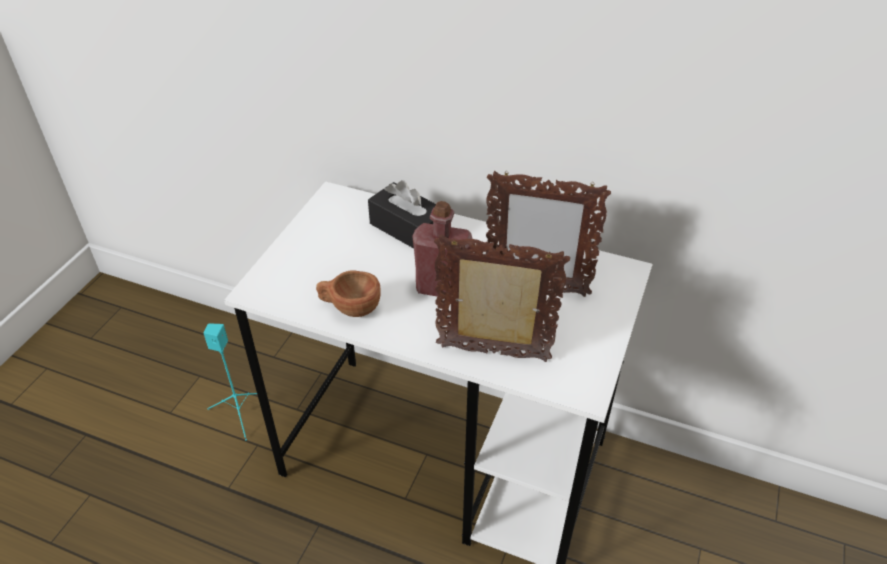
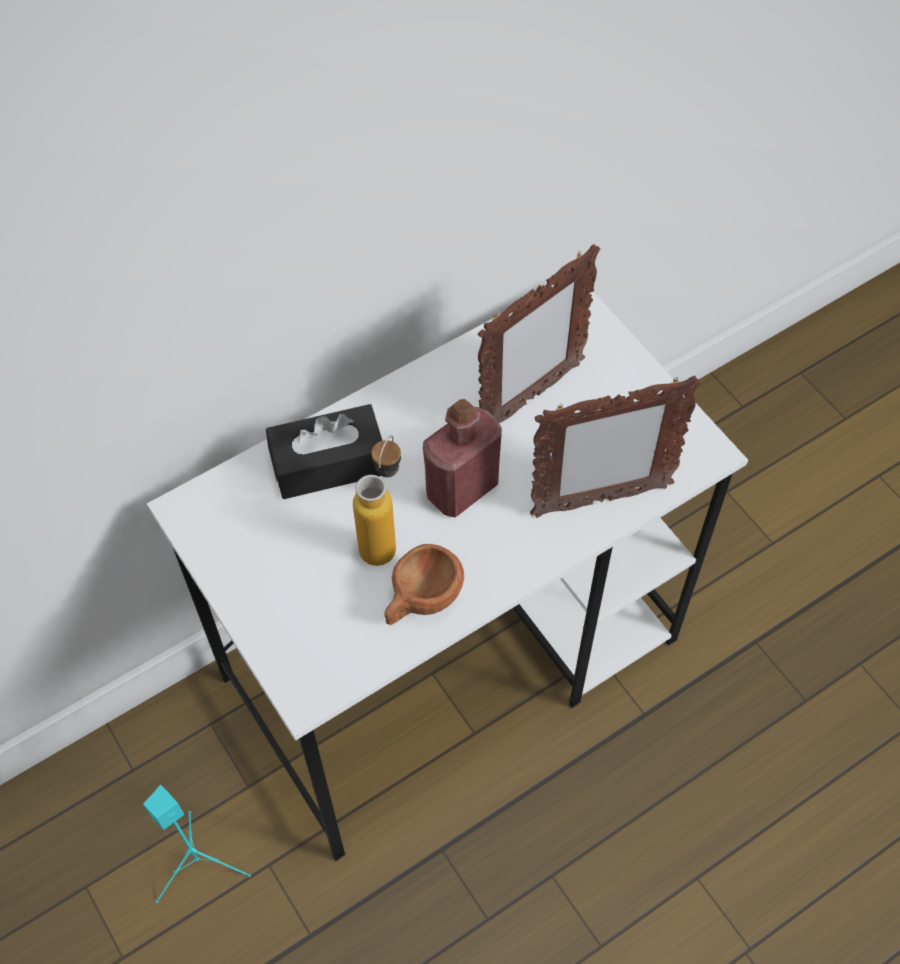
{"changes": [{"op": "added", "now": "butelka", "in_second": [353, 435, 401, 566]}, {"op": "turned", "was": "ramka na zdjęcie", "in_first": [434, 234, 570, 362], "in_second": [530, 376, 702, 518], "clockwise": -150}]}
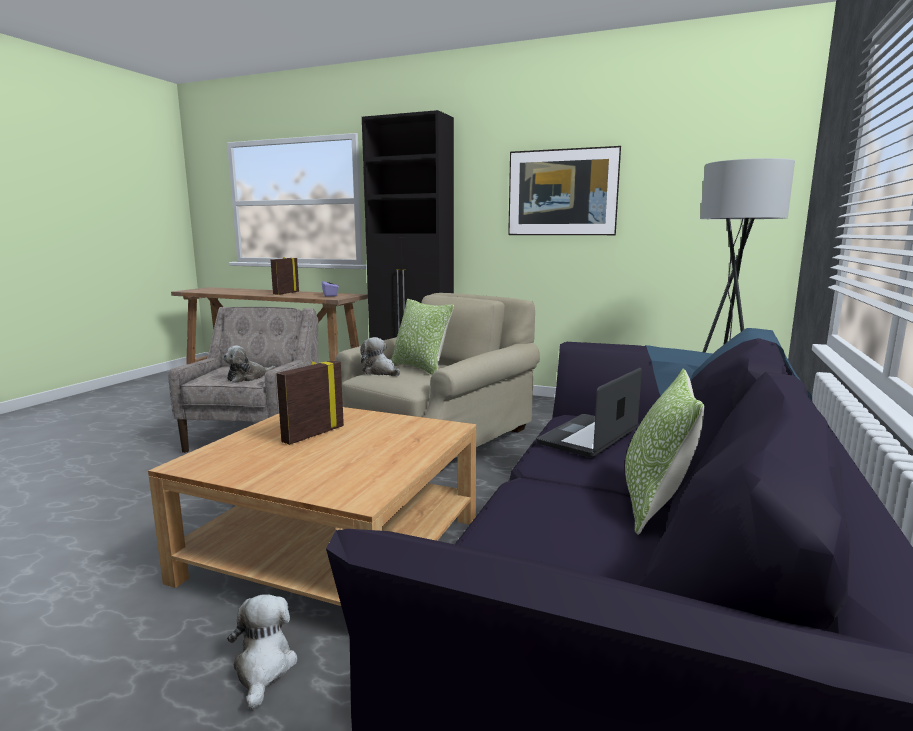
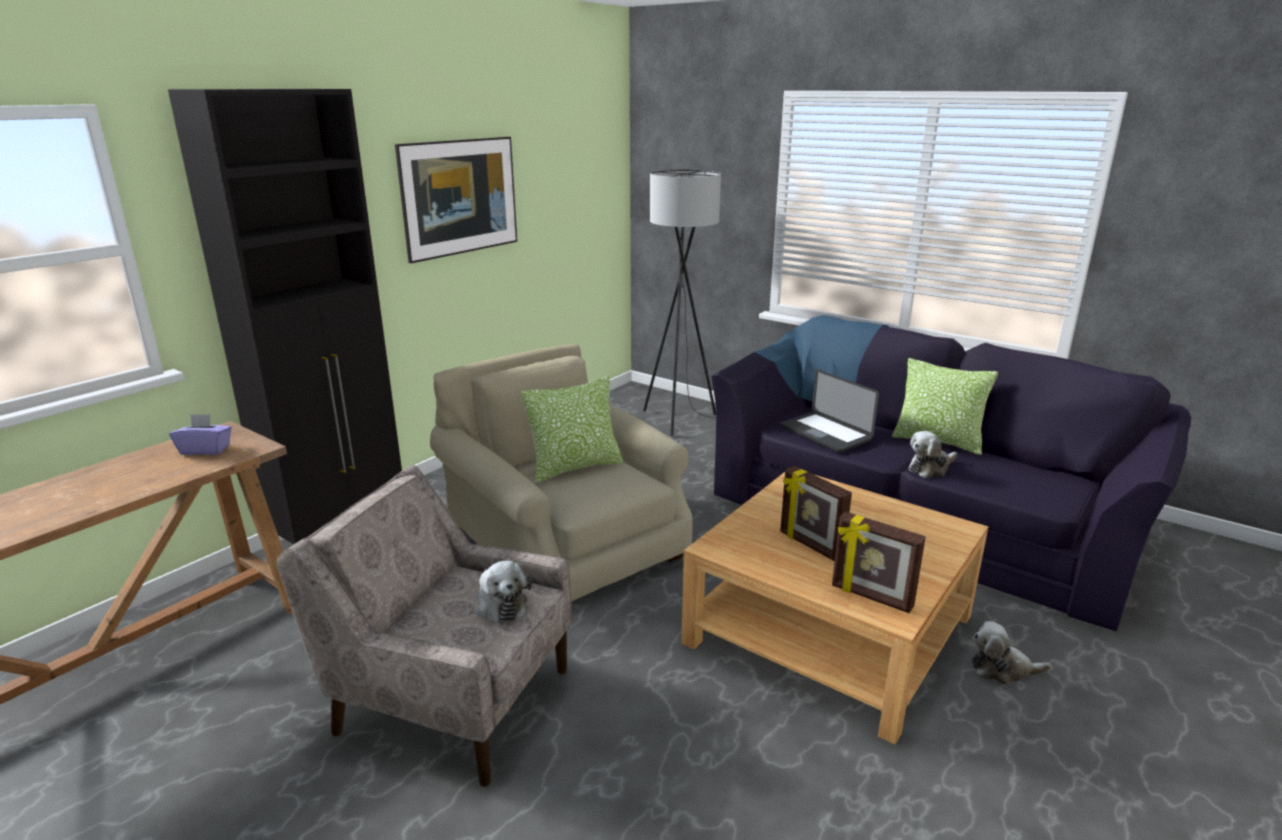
{"changes": [{"op": "moved", "was": "ramka na zdjęcie", "in_first": [271, 257, 299, 295], "in_second": [832, 512, 926, 613]}, {"op": "moved", "was": "pluszak", "in_first": [360, 337, 400, 376], "in_second": [909, 431, 957, 478]}]}
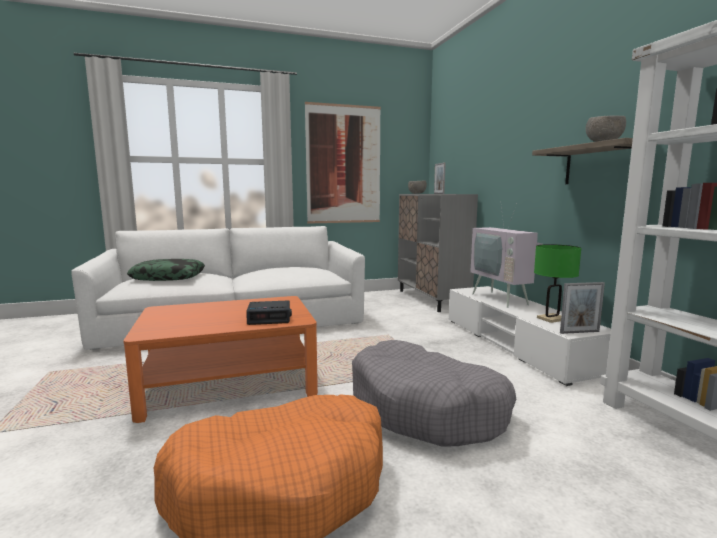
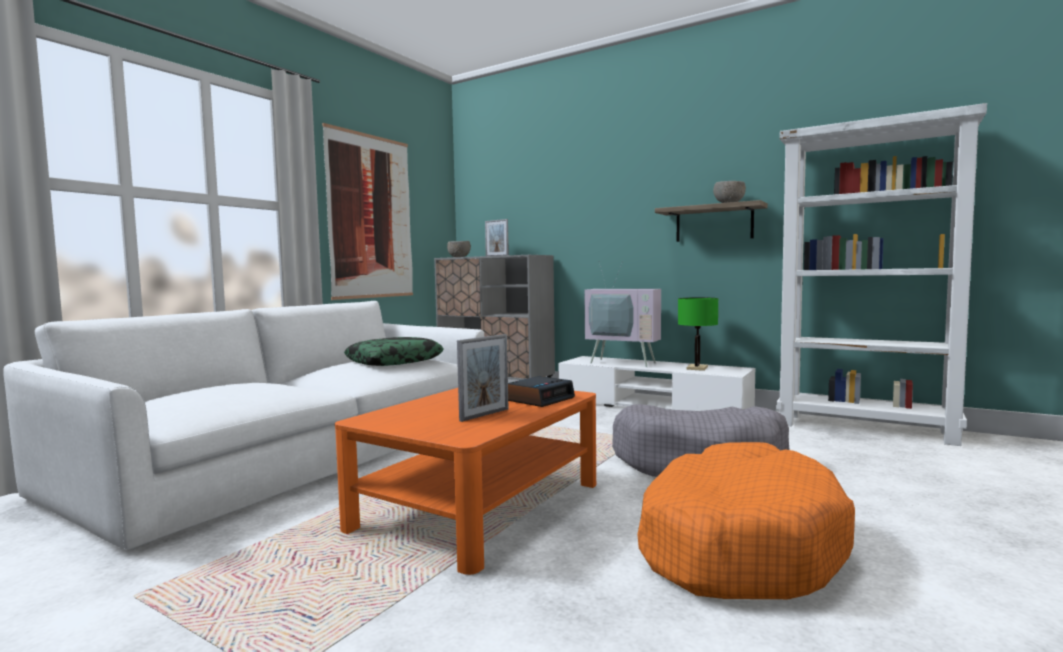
{"changes": [{"op": "moved", "was": "poduszka", "in_first": [127, 259, 205, 281], "in_second": [344, 337, 444, 366]}, {"op": "moved", "was": "ramka na zdjęcie", "in_first": [560, 282, 605, 334], "in_second": [457, 334, 508, 422]}]}
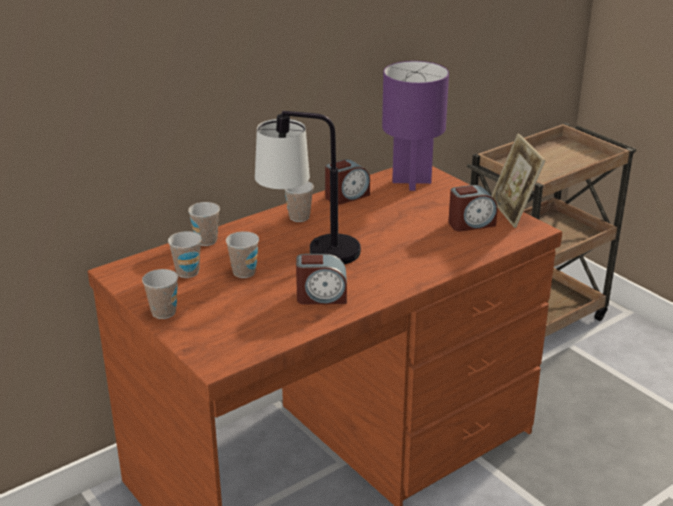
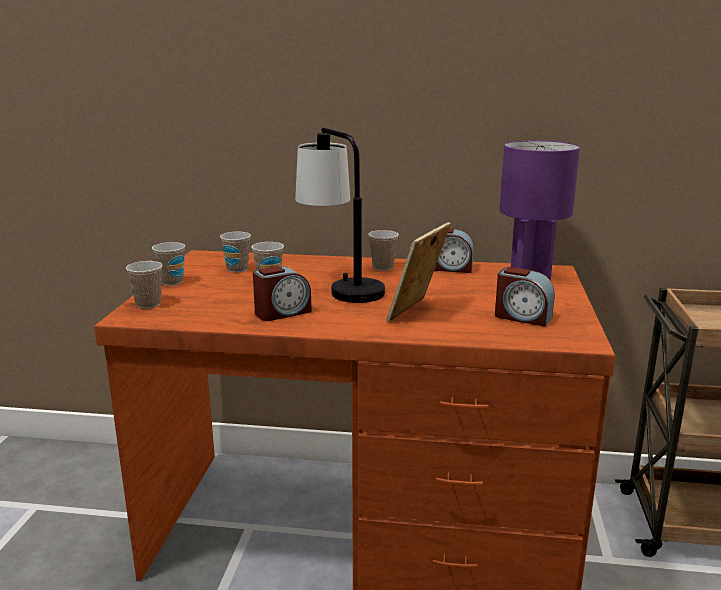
{"changes": [{"op": "moved", "was": "filiżanka", "in_first": [188, 202, 220, 246], "in_second": [126, 261, 163, 309]}, {"op": "turned", "was": "budzik", "in_first": [296, 254, 347, 304], "in_second": [253, 266, 312, 321], "clockwise": -75}, {"op": "moved", "was": "ramka na zdjęcie", "in_first": [491, 134, 546, 228], "in_second": [386, 222, 451, 322]}]}
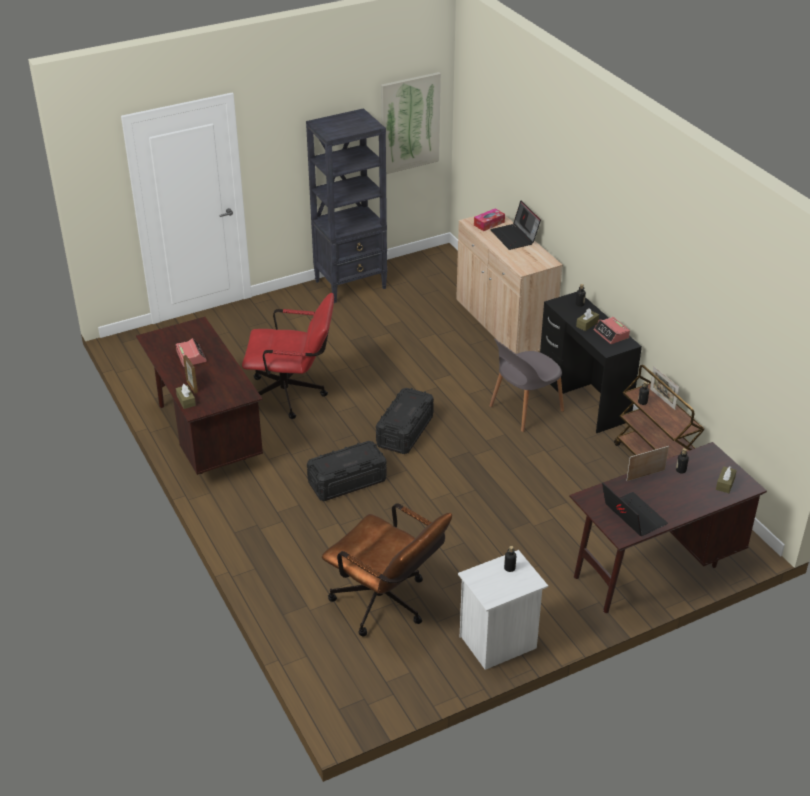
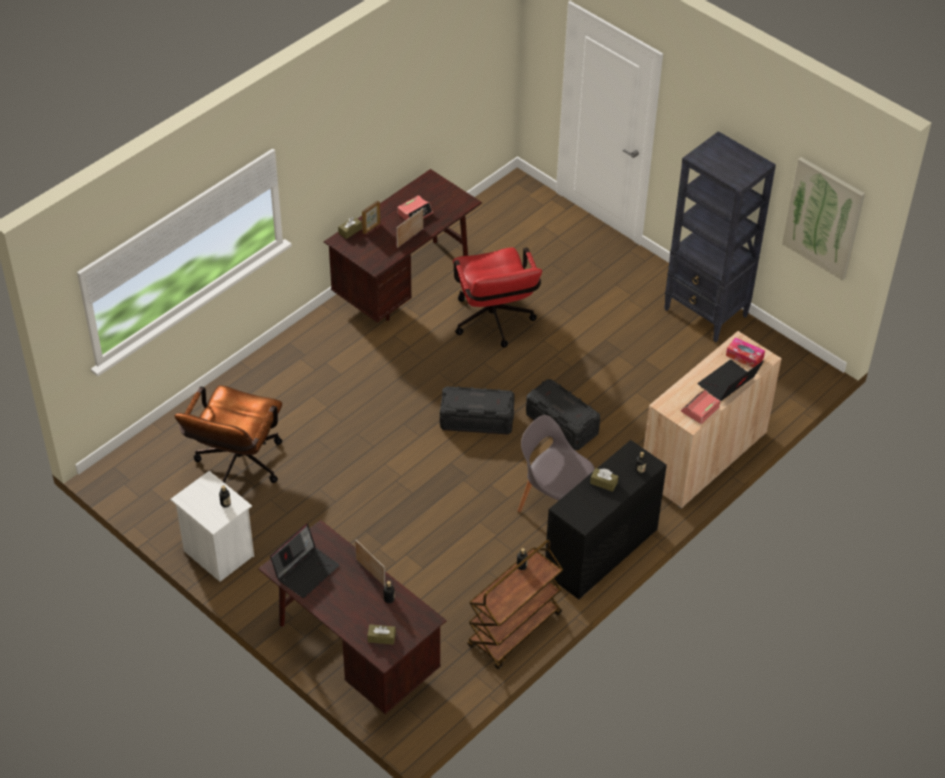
{"changes": [{"op": "moved", "was": "ramka na zdjęcie", "in_first": [650, 366, 679, 410], "in_second": [397, 208, 423, 248]}, {"op": "moved", "was": "pojemnik do przechowywania (czarny)", "in_first": [307, 441, 387, 501], "in_second": [526, 379, 600, 450]}, {"op": "moved", "was": "budzik", "in_first": [593, 317, 630, 344], "in_second": [681, 390, 720, 424]}]}
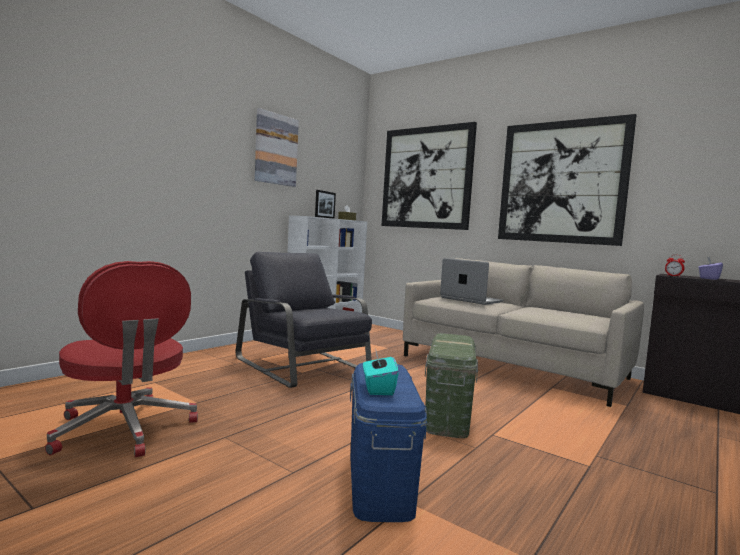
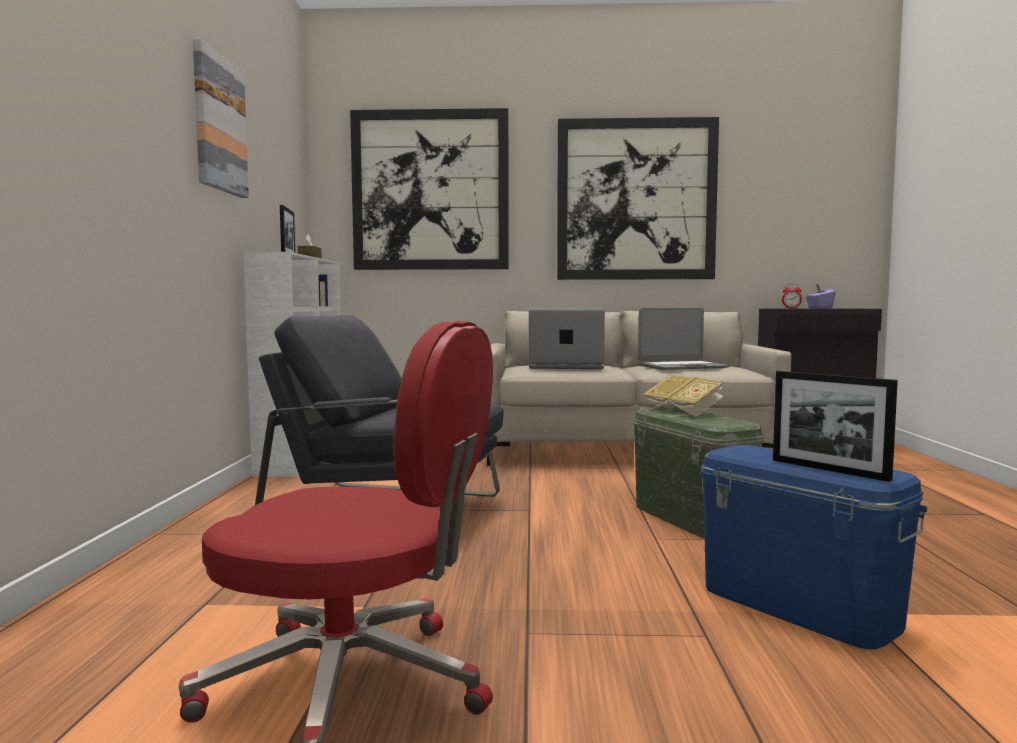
{"changes": [{"op": "added", "now": "laptop", "in_second": [638, 308, 731, 370]}, {"op": "added", "now": "książka", "in_second": [642, 375, 724, 417]}, {"op": "replaced", "was": "pudełko chusteczek (turkusowy)", "now": "ramka na zdjęcie", "in_first": [363, 348, 399, 395], "in_second": [773, 371, 898, 482]}]}
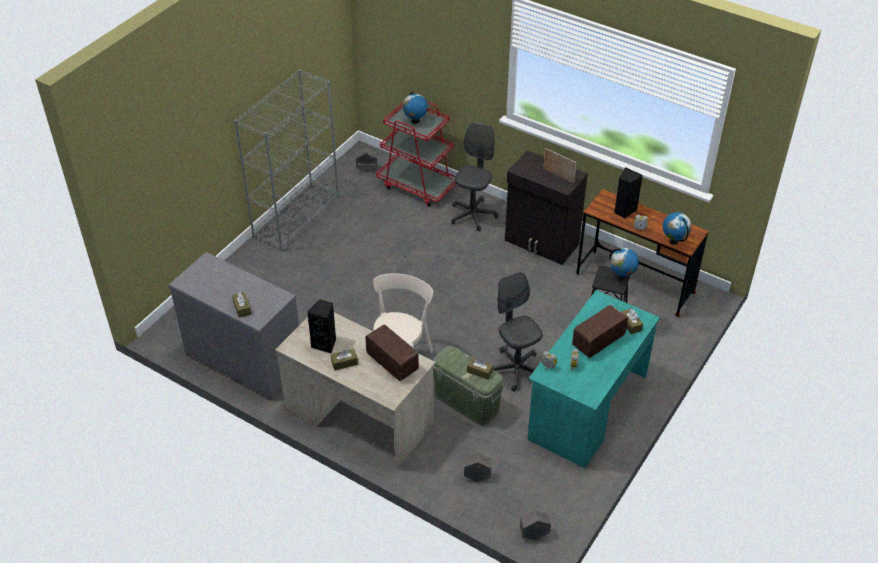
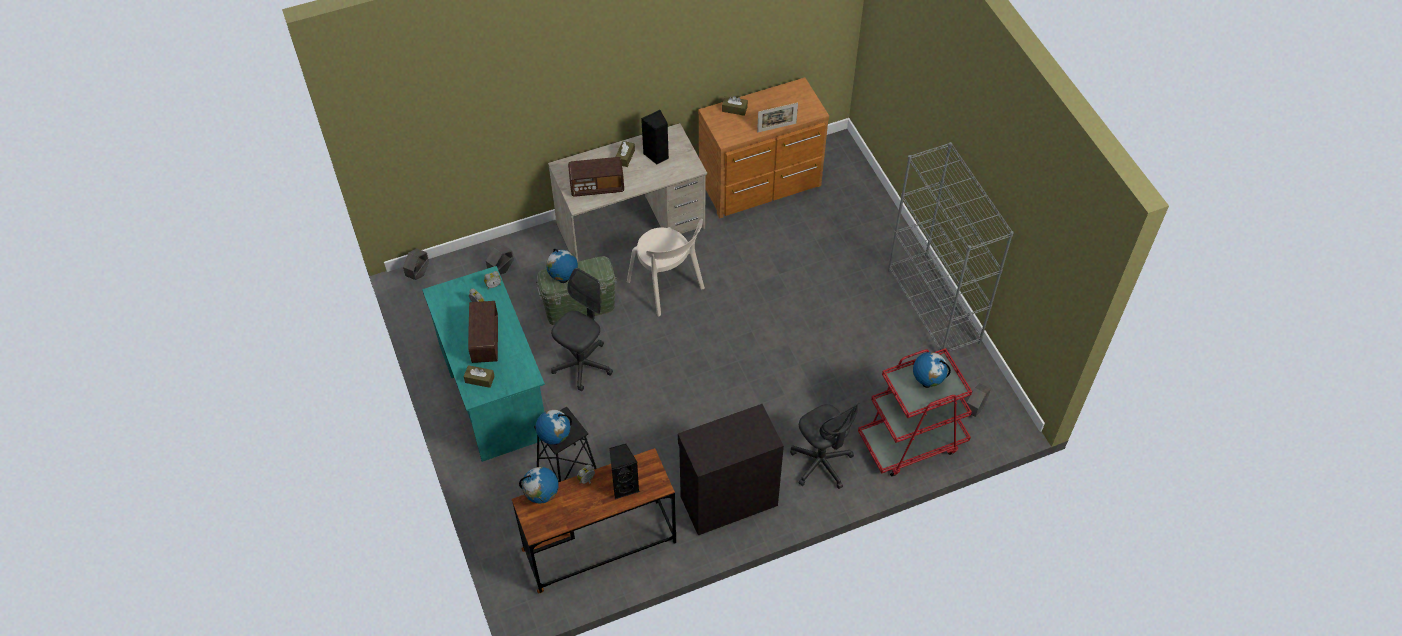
{"changes": [{"op": "replaced", "was": "pudełko chusteczek (brązowy)", "now": "globus", "in_first": [467, 358, 493, 380], "in_second": [546, 249, 578, 283]}, {"op": "turned", "was": "krzesło biurowe (szary)", "in_first": [493, 271, 543, 392], "in_second": [551, 268, 613, 391], "clockwise": -60}, {"op": "recoloured", "was": "komoda (szary)", "now": "komoda (brązowy)", "in_first": [169, 252, 299, 401], "in_second": [698, 78, 829, 218]}, {"op": "moved", "was": "ramka na zdjęcie", "in_first": [543, 148, 576, 183], "in_second": [757, 102, 798, 133]}]}
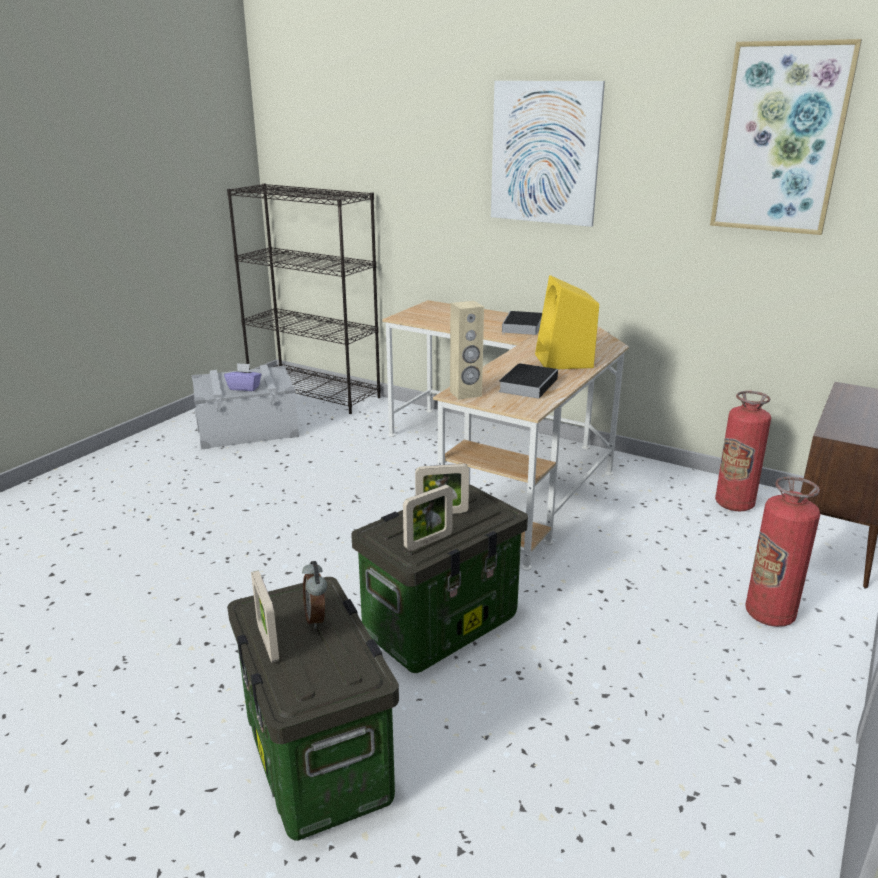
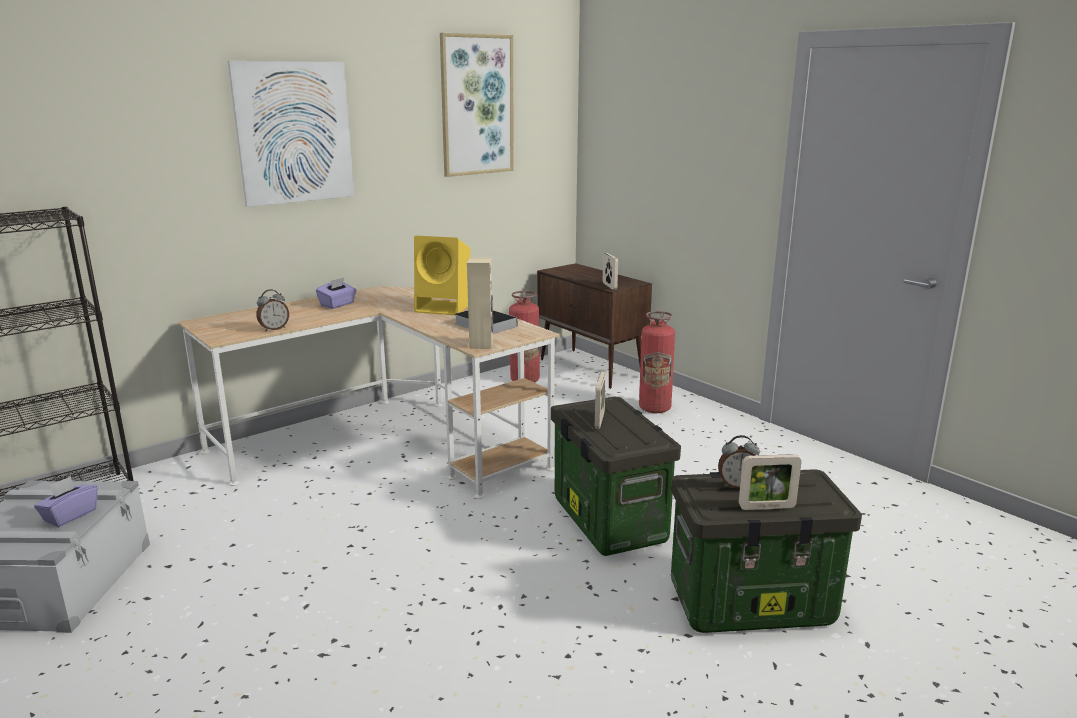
{"changes": [{"op": "added", "now": "budzik", "in_second": [256, 289, 289, 331]}, {"op": "replaced", "was": "książka", "now": "pudełko chusteczek (fioletowy)", "in_first": [502, 311, 542, 335], "in_second": [316, 278, 357, 309]}, {"op": "moved", "was": "ramka na zdjęcie", "in_first": [403, 485, 453, 551], "in_second": [603, 253, 618, 290]}]}
